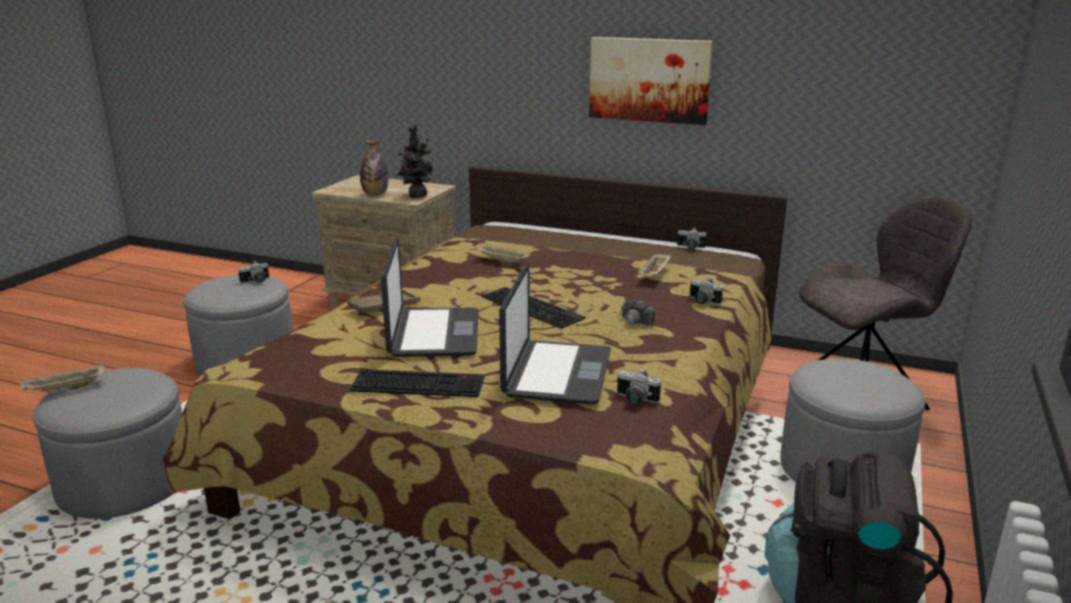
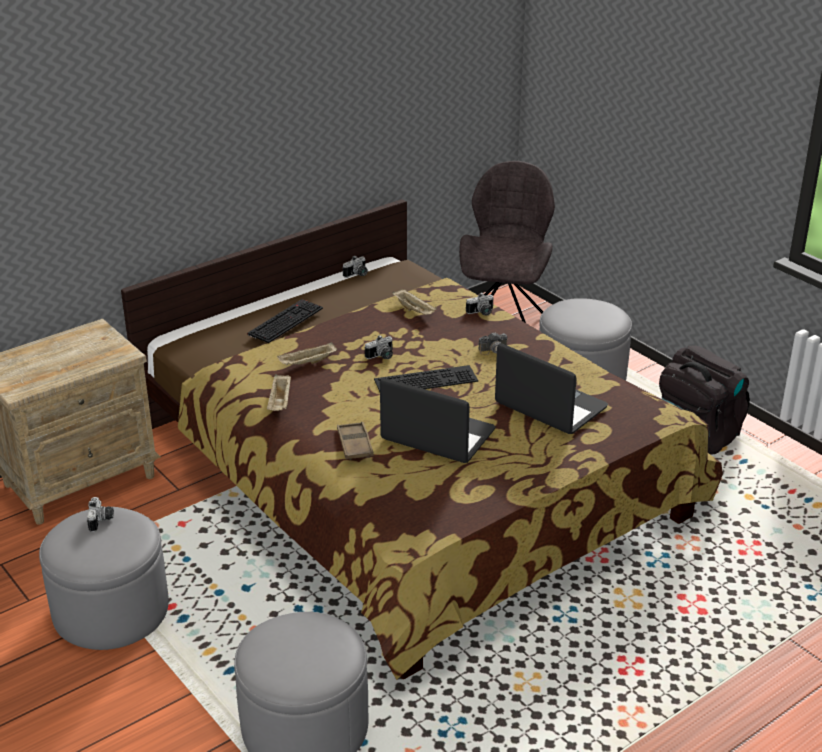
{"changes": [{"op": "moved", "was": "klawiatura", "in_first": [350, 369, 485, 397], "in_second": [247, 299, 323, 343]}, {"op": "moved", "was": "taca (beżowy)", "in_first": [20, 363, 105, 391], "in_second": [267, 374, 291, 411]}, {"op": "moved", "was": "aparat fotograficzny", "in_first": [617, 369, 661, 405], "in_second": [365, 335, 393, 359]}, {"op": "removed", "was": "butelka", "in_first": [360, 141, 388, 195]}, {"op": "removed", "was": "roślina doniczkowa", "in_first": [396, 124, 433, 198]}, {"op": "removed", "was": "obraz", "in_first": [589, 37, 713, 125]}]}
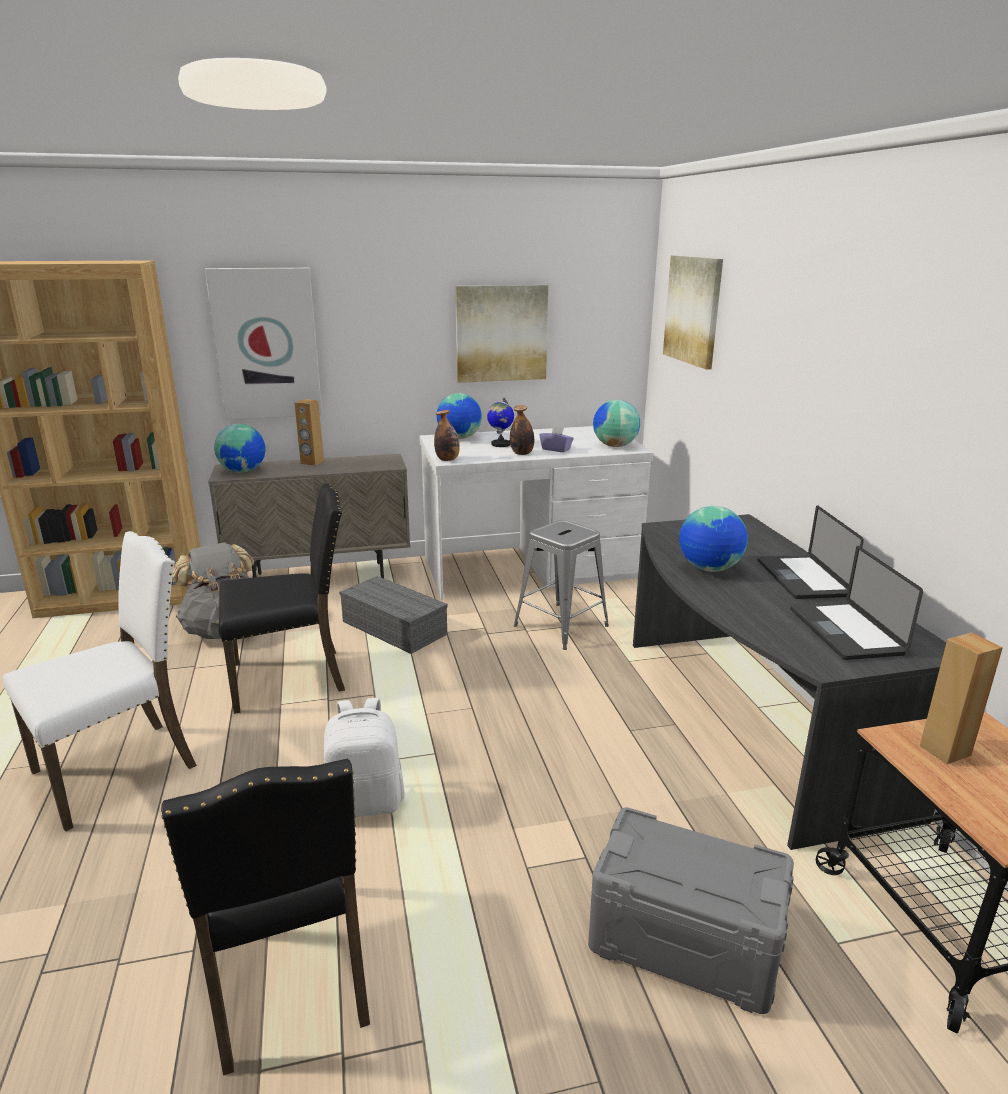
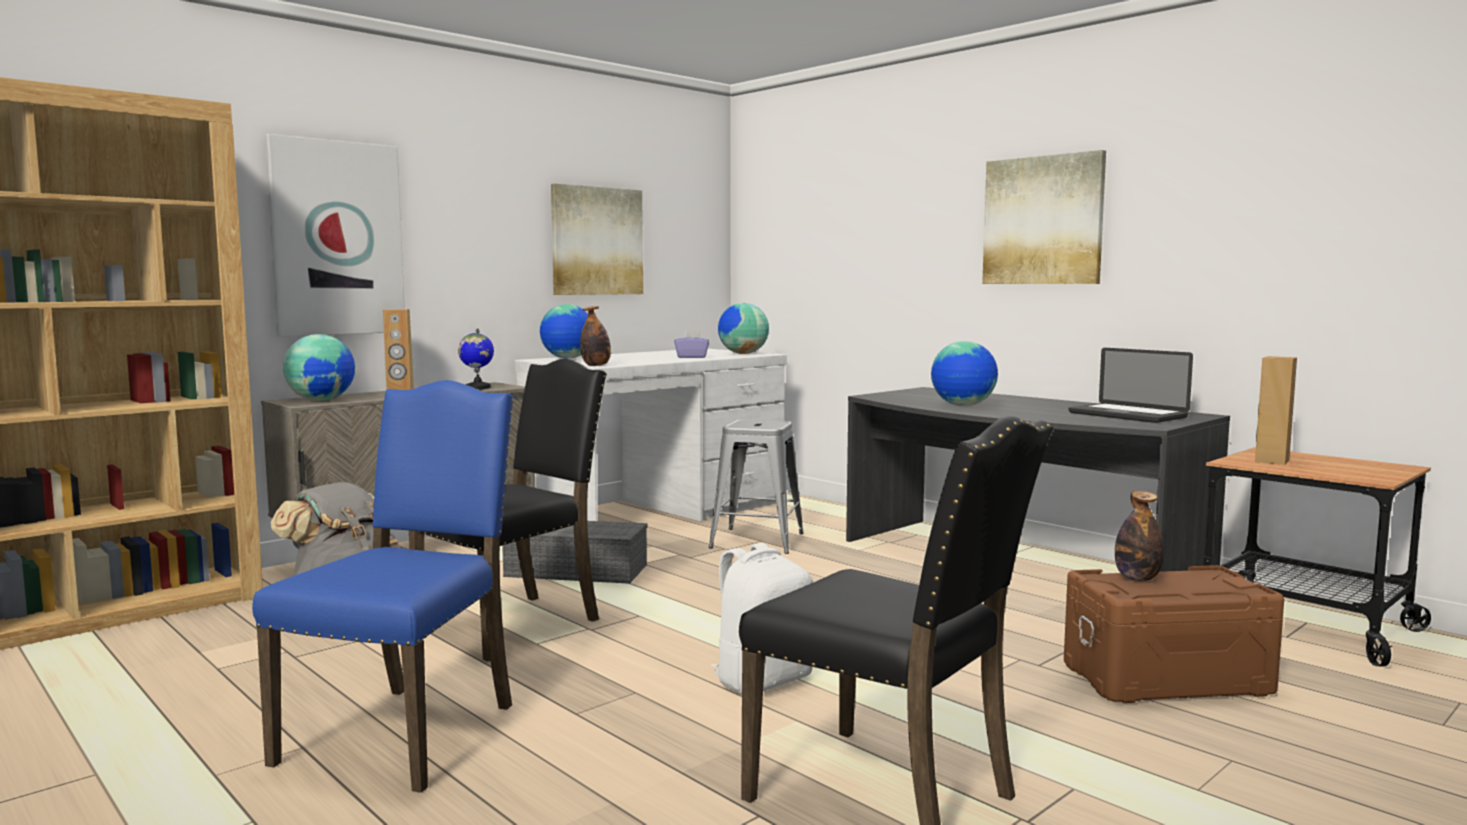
{"changes": [{"op": "recoloured", "was": "krzesło (biały)", "now": "krzesło (niebieski)", "in_first": [3, 531, 197, 832], "in_second": [252, 380, 513, 793]}, {"op": "moved", "was": "globus", "in_first": [487, 398, 514, 447], "in_second": [458, 328, 494, 389]}, {"op": "moved", "was": "obraz", "in_first": [663, 255, 723, 369], "in_second": [982, 150, 1106, 284]}, {"op": "recoloured", "was": "pojemnik do przechowywania (szary)", "now": "pojemnik do przechowywania (brązowy)", "in_first": [588, 807, 794, 1014], "in_second": [1064, 565, 1284, 703]}, {"op": "moved", "was": "butelka", "in_first": [510, 405, 534, 455], "in_second": [1115, 491, 1164, 581]}, {"op": "removed", "was": "laptop", "in_first": [758, 505, 864, 599]}]}
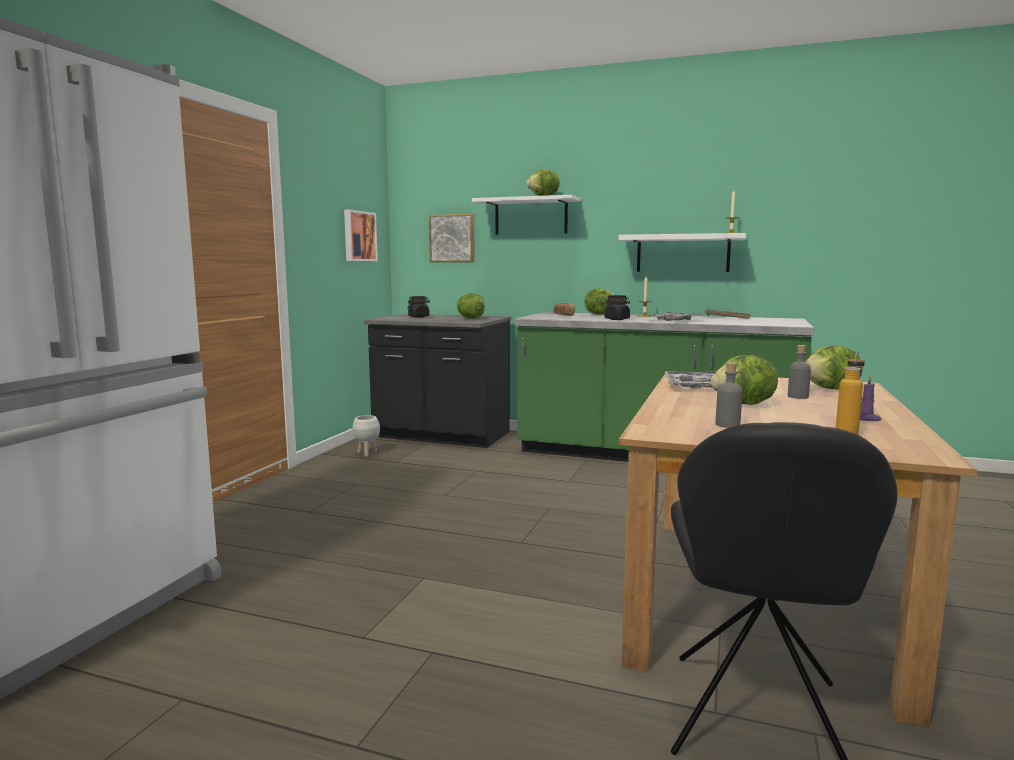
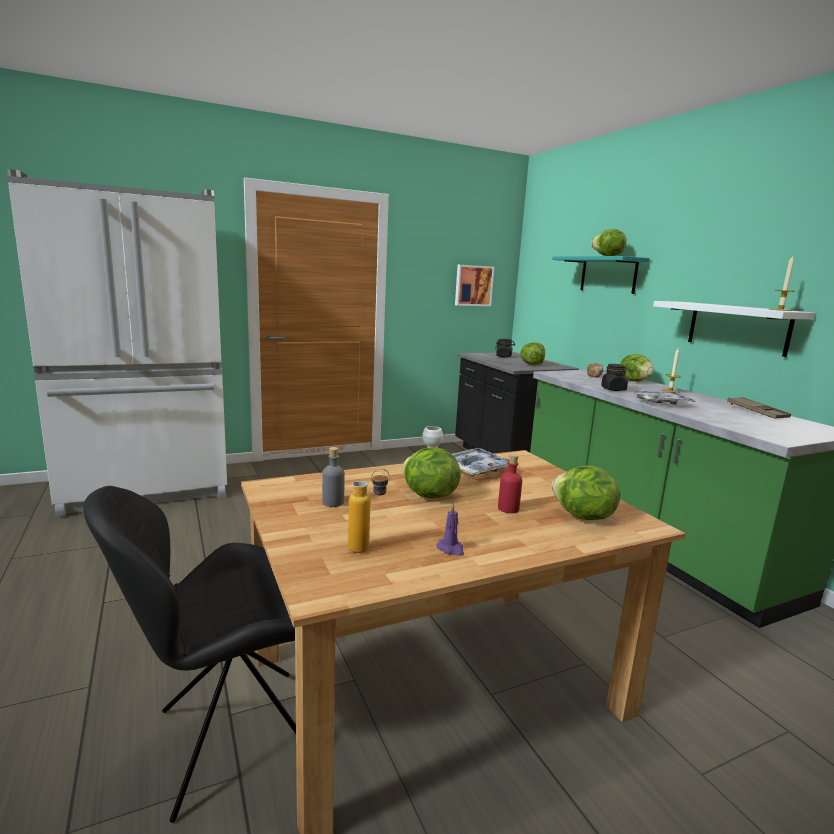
{"changes": [{"op": "recoloured", "was": "butelka (szary)", "now": "butelka (czerwony)", "in_first": [788, 345, 811, 399], "in_second": [498, 454, 522, 513]}, {"op": "recoloured", "was": "półka (biały)", "now": "półka (turkusowy)", "in_first": [472, 195, 580, 234], "in_second": [552, 256, 650, 294]}, {"op": "removed", "was": "obraz", "in_first": [429, 214, 475, 262]}]}
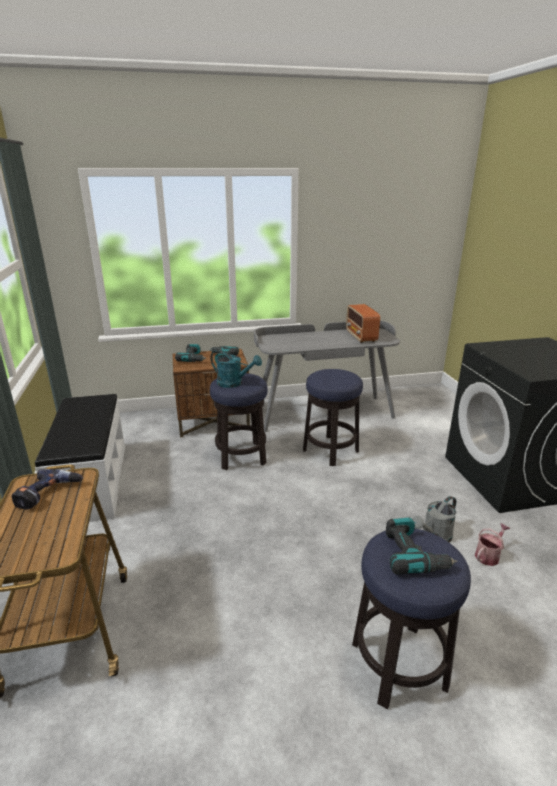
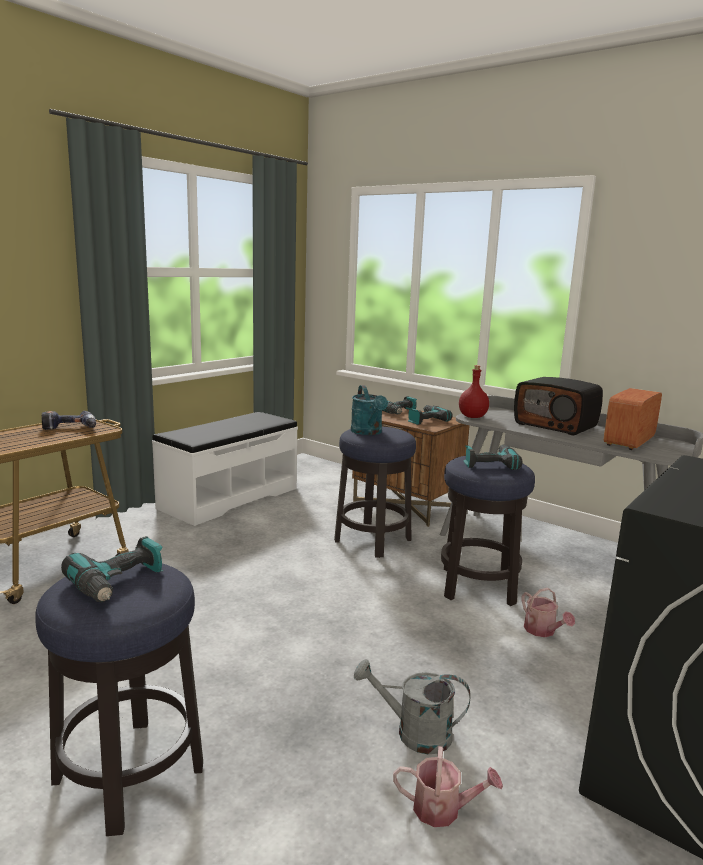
{"changes": [{"op": "added", "now": "butelka (czerwony)", "in_second": [459, 365, 489, 418]}, {"op": "added", "now": "wiertarka", "in_second": [464, 445, 523, 470]}, {"op": "added", "now": "radio", "in_second": [514, 377, 603, 436]}, {"op": "added", "now": "konewka", "in_second": [521, 588, 575, 637]}]}
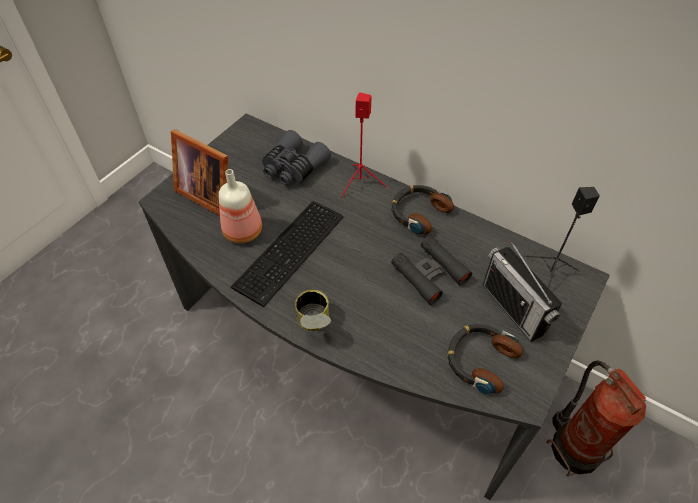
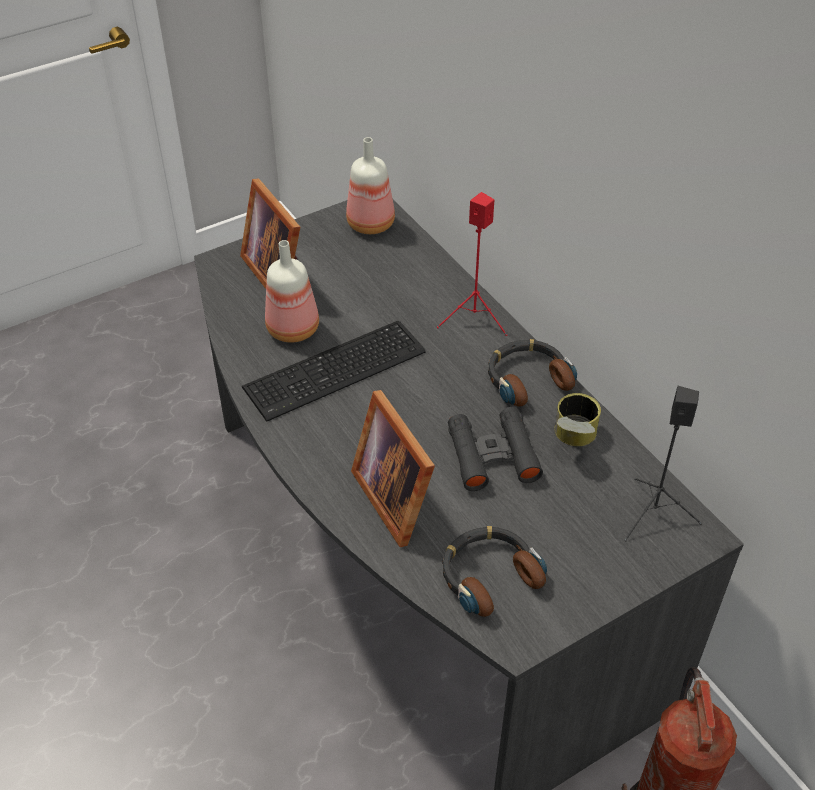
{"changes": [{"op": "added", "now": "butelka", "in_second": [346, 137, 395, 234]}, {"op": "added", "now": "ramka na zdjęcie", "in_second": [351, 390, 435, 547]}, {"op": "moved", "was": "puszka", "in_first": [295, 290, 331, 331], "in_second": [555, 393, 601, 446]}, {"op": "removed", "was": "lornetka (szary)", "in_first": [262, 130, 331, 185]}, {"op": "removed", "was": "radio", "in_first": [483, 240, 562, 342]}]}
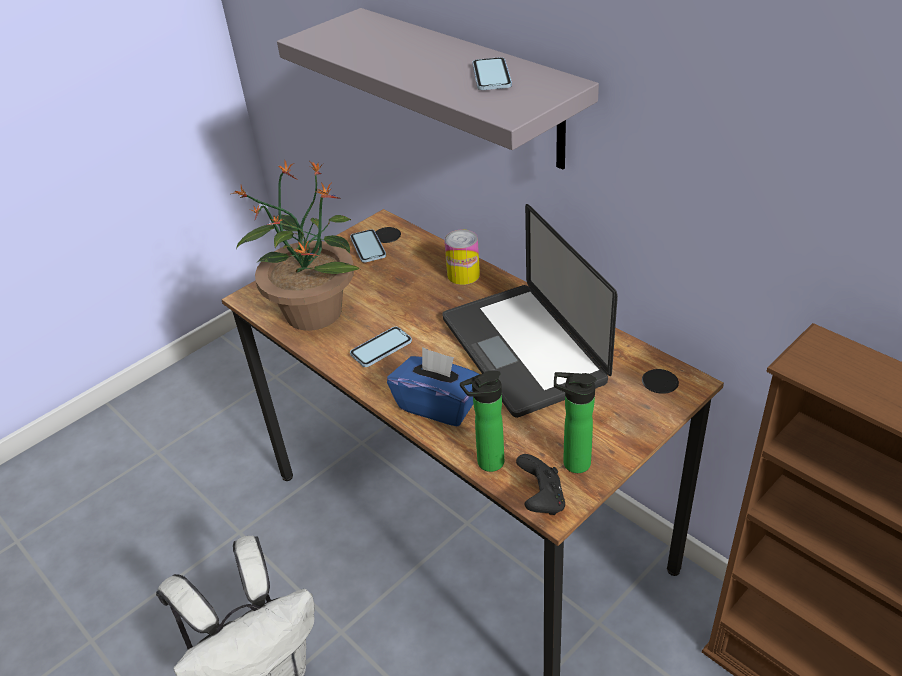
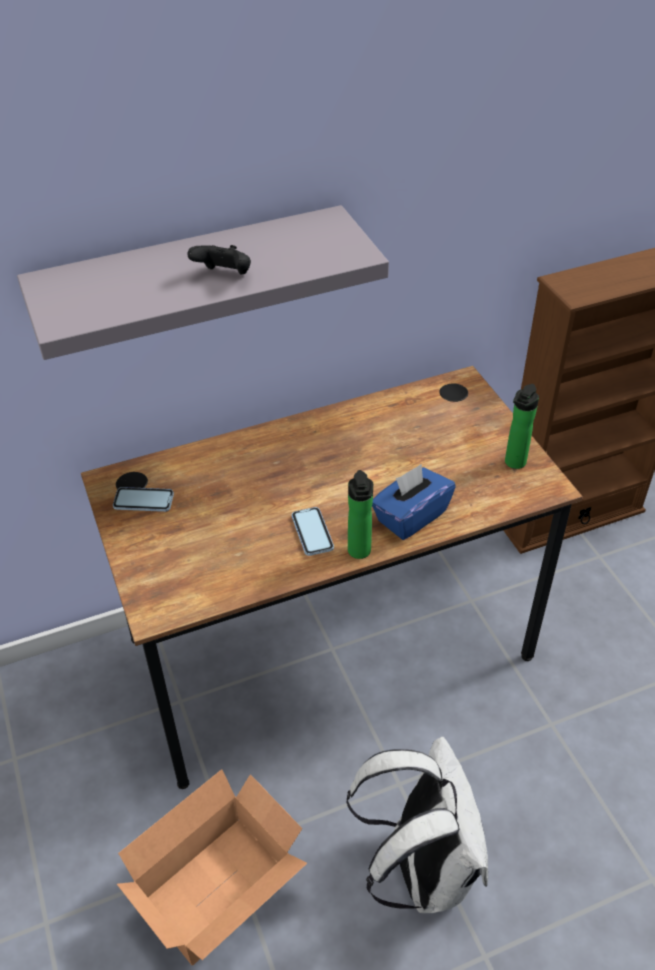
{"changes": [{"op": "added", "now": "karton", "in_second": [117, 769, 307, 965]}, {"op": "moved", "was": "pad do gier (czarny)", "in_first": [516, 454, 565, 515], "in_second": [187, 245, 251, 275]}, {"op": "moved", "was": "butelka", "in_first": [460, 371, 504, 472], "in_second": [348, 470, 373, 559]}, {"op": "removed", "was": "roślina doniczkowa", "in_first": [231, 161, 360, 331]}, {"op": "removed", "was": "laptop", "in_first": [442, 204, 618, 418]}, {"op": "removed", "was": "puszka", "in_first": [444, 230, 480, 285]}, {"op": "removed", "was": "telefon", "in_first": [472, 57, 512, 90]}]}
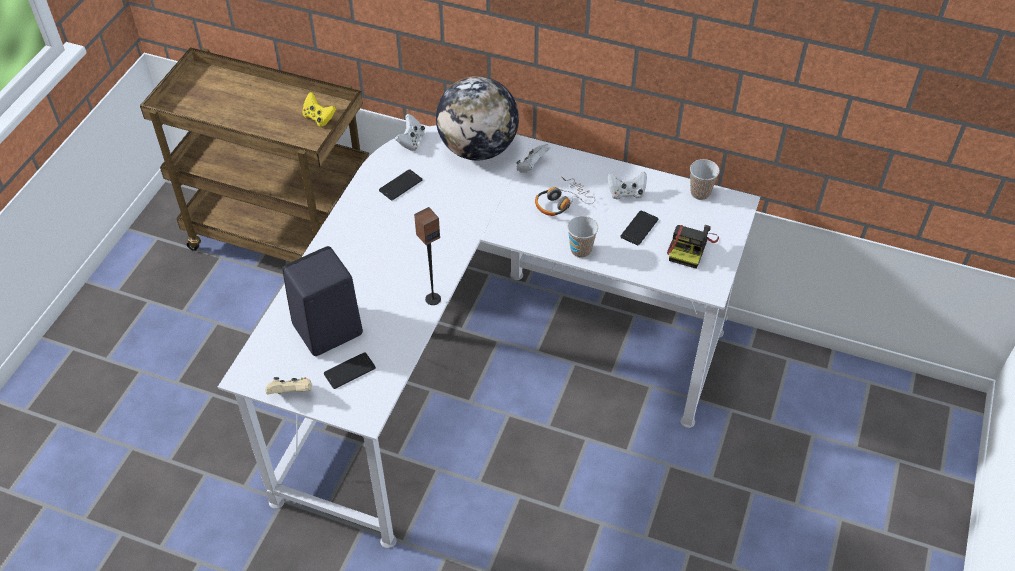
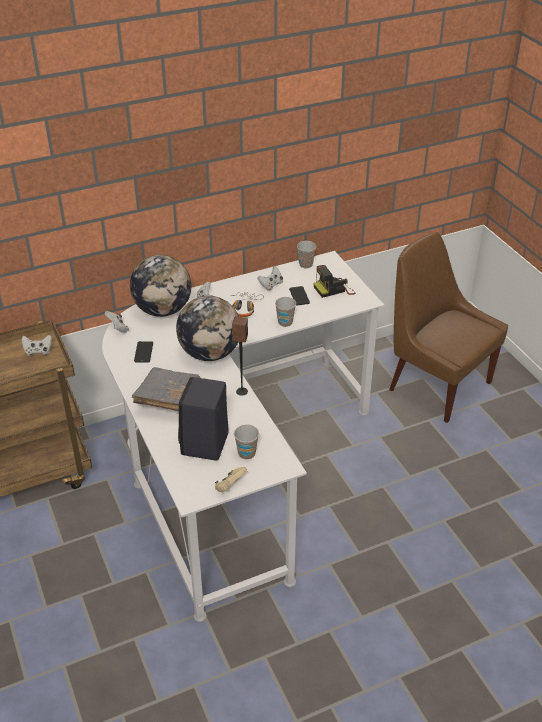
{"changes": [{"op": "recoloured", "was": "pad do gier (żółty)", "now": "pad do gier (biały)", "in_first": [302, 92, 336, 127], "in_second": [22, 335, 52, 356]}, {"op": "added", "now": "książka (szary)", "in_second": [132, 367, 200, 411]}, {"op": "added", "now": "globus", "in_second": [176, 296, 239, 361]}, {"op": "replaced", "was": "telefon", "now": "filiżanka", "in_first": [324, 352, 376, 389], "in_second": [234, 424, 259, 460]}, {"op": "turned", "was": "aparat fotograficzny", "in_first": [667, 225, 719, 269], "in_second": [314, 265, 355, 298], "clockwise": 90}, {"op": "added", "now": "krzesło (brązowy)", "in_second": [389, 232, 508, 423]}]}
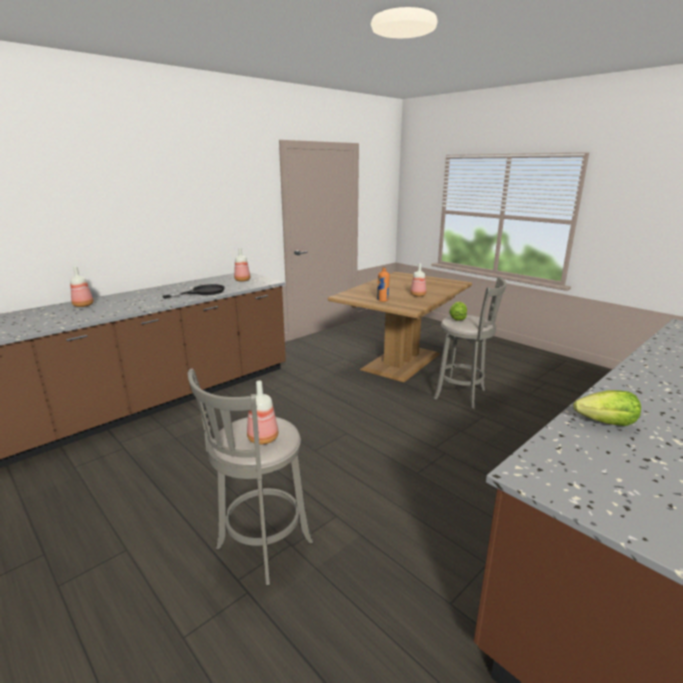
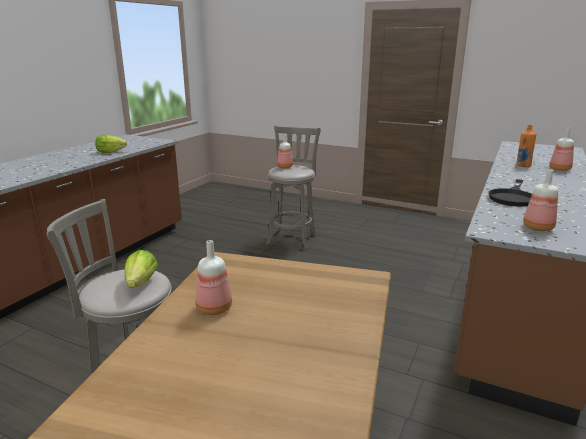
{"changes": [{"op": "moved", "was": "butelka (pomarańczowy)", "in_first": [377, 267, 390, 302], "in_second": [516, 125, 536, 167]}]}
